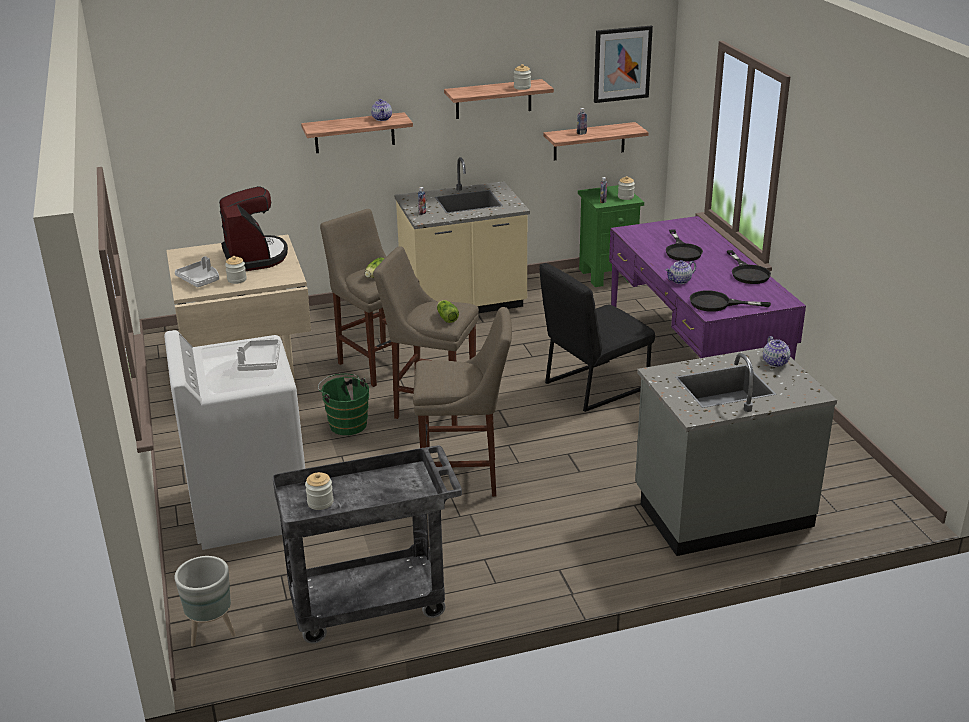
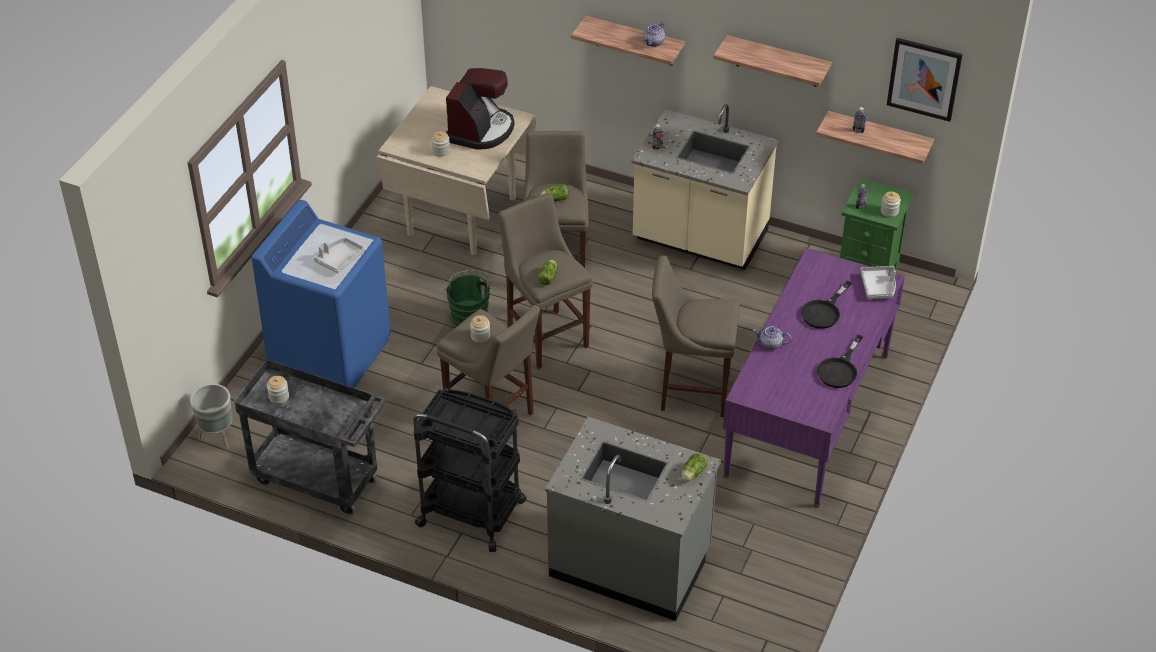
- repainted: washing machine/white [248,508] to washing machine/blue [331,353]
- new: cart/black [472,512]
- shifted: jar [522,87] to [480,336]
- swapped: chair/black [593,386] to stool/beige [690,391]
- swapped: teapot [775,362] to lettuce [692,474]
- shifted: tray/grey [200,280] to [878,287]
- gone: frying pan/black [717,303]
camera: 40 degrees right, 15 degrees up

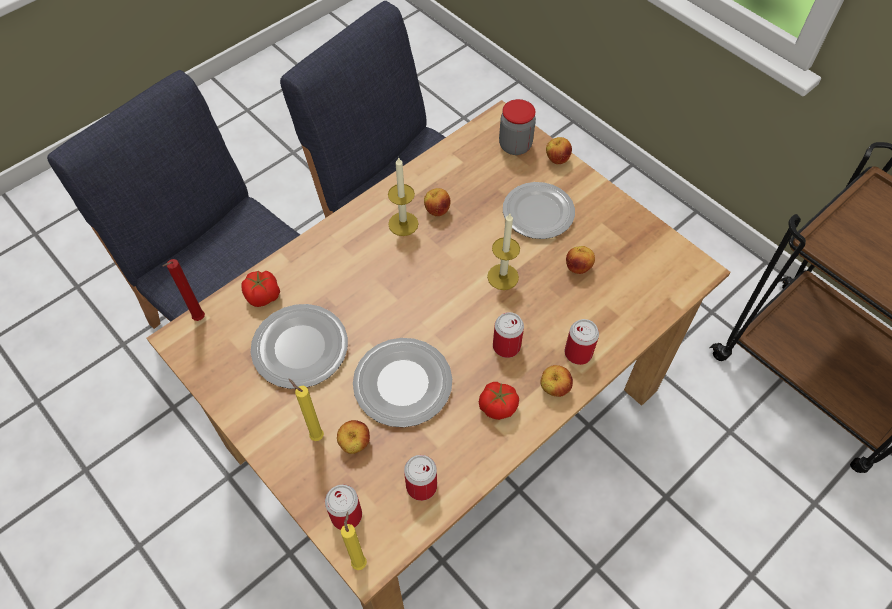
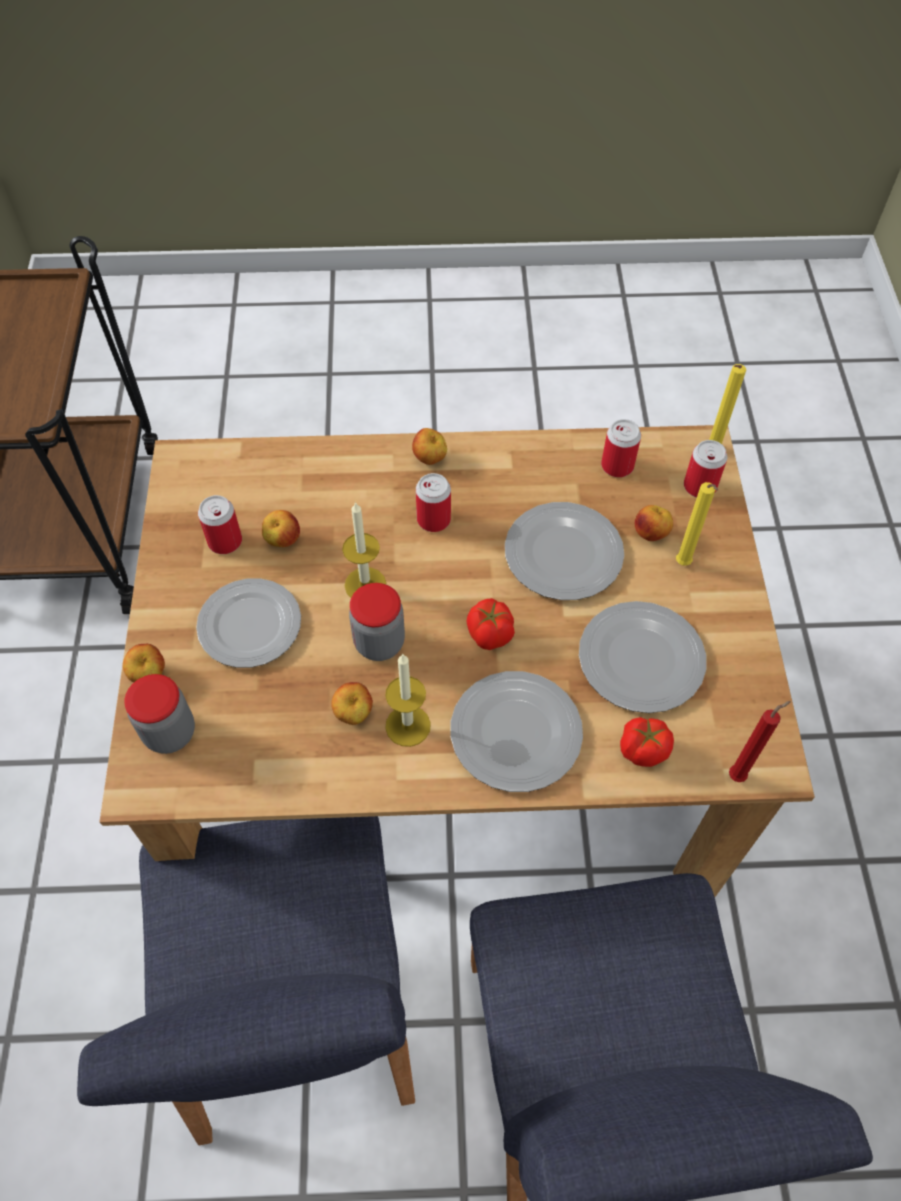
- shifted: can [578,353] to [225,541]
- new: jar [379,642]
- new: plate [514,733]
- shifted: tomato [497,407] to [489,635]
camera: 140 degrees left, 0 degrees up

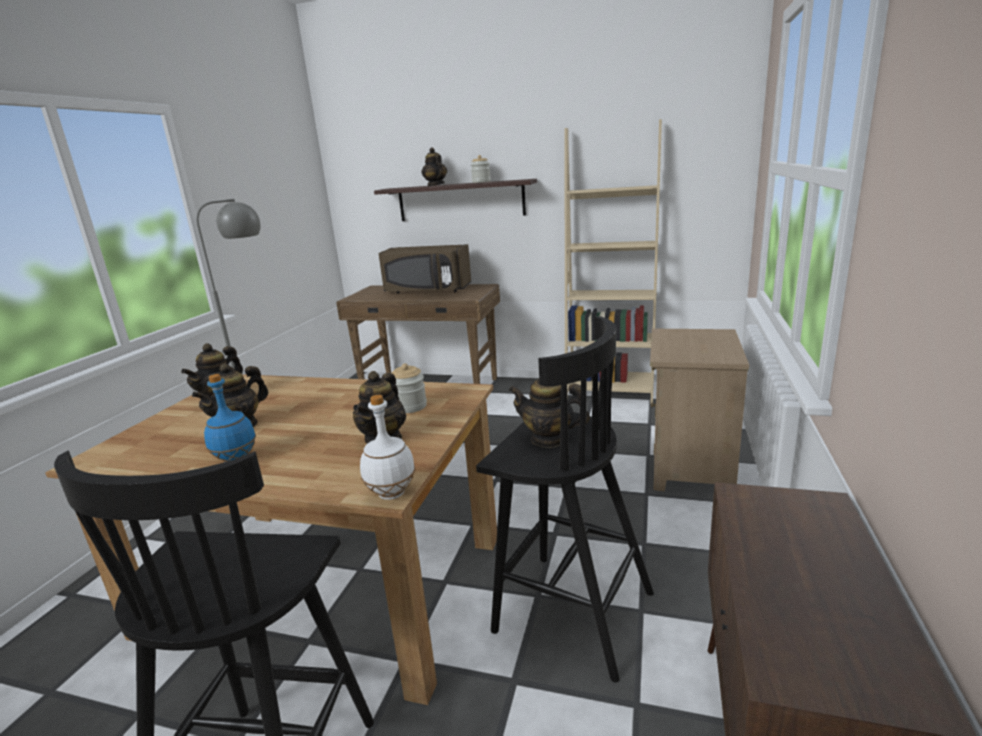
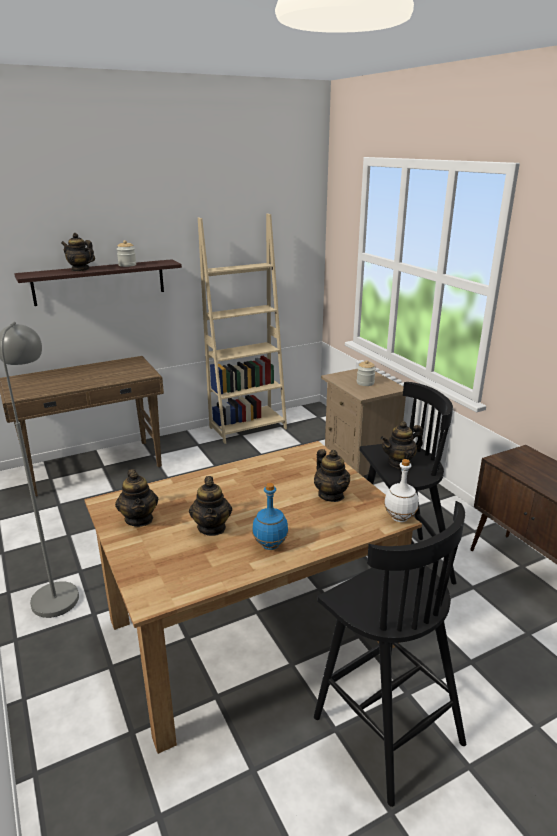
- shifted: jar [410,406] to [365,383]
- gone: microwave/brown [427,290]
camera: 45 degrees left, 5 degrees up

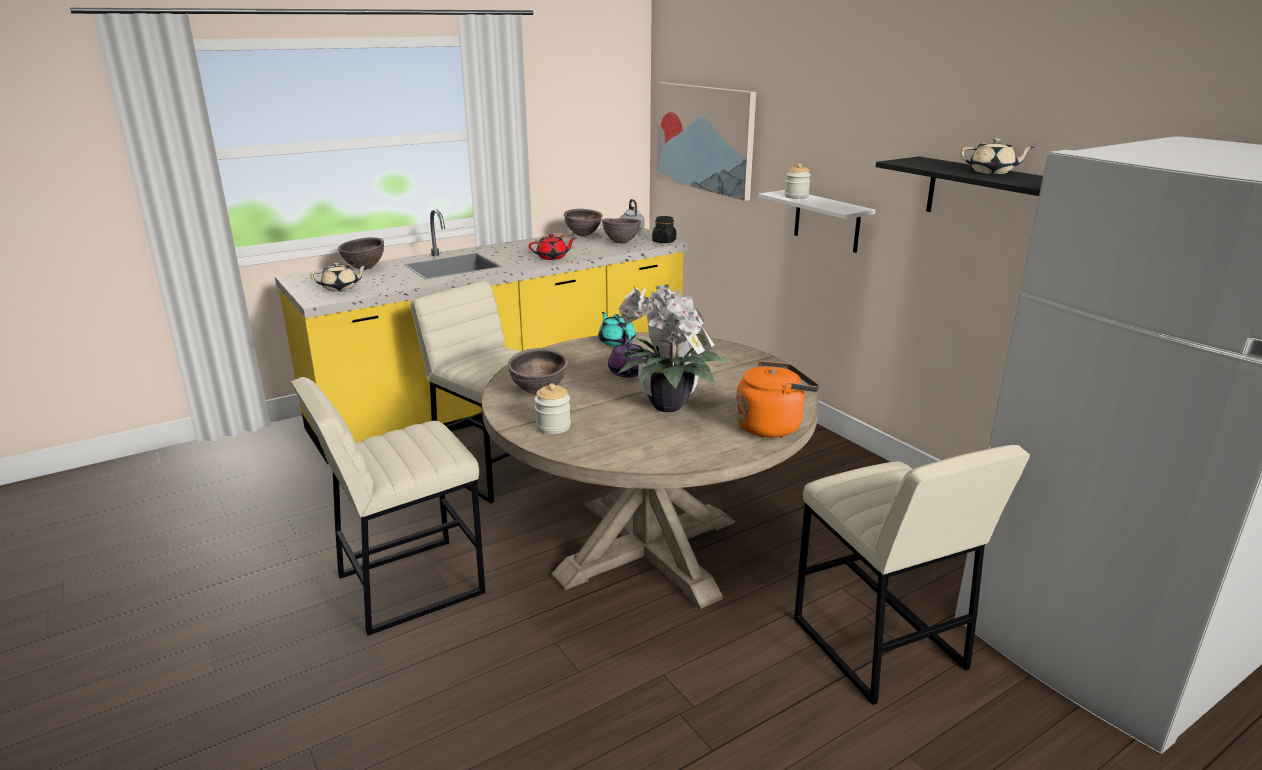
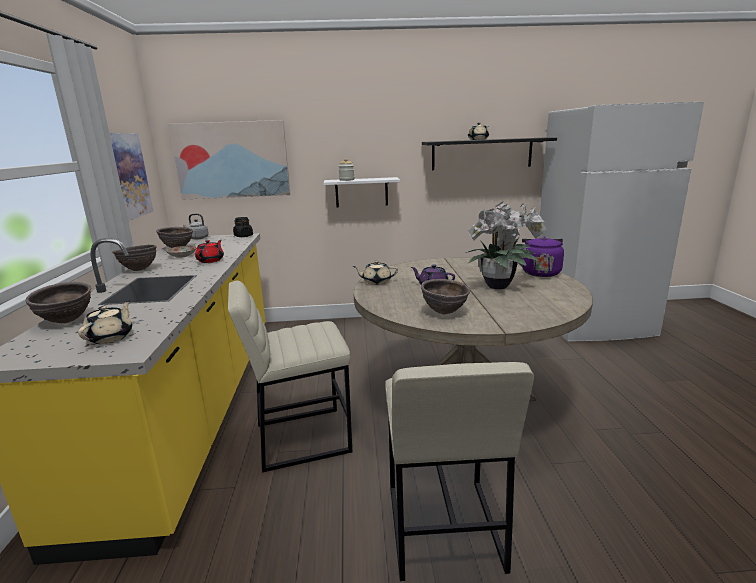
- new: picture [128,176]
- shifted: bowl/brown [621,243] to [139,270]
- repainted: teapot/turquoise [616,342] to teapot/beige [376,282]
- repainted: kettle/orange [771,426] to kettle/purple [539,272]
- gone: jar [553,427]
- gone: chair/beige [881,646]
camera: 60 degrees left, 5 degrees down

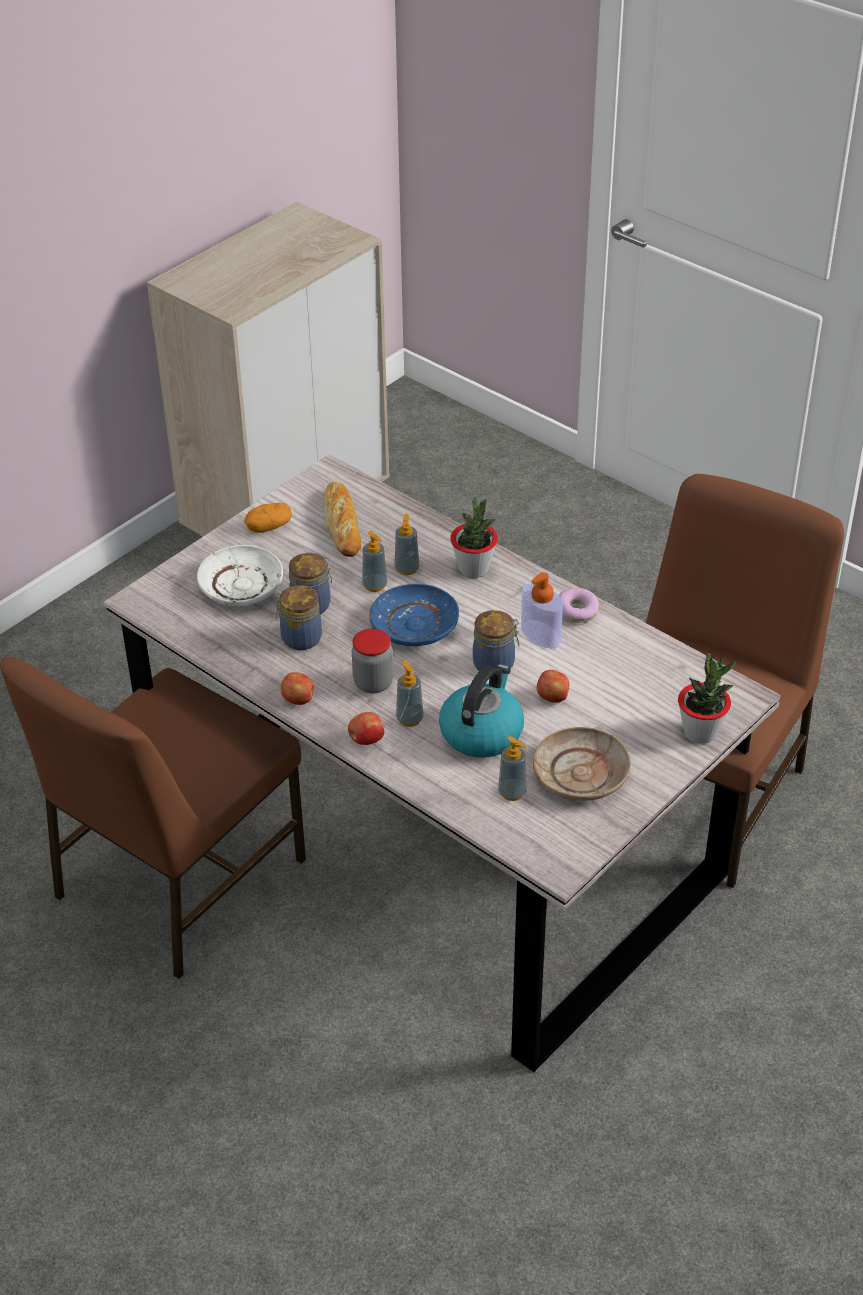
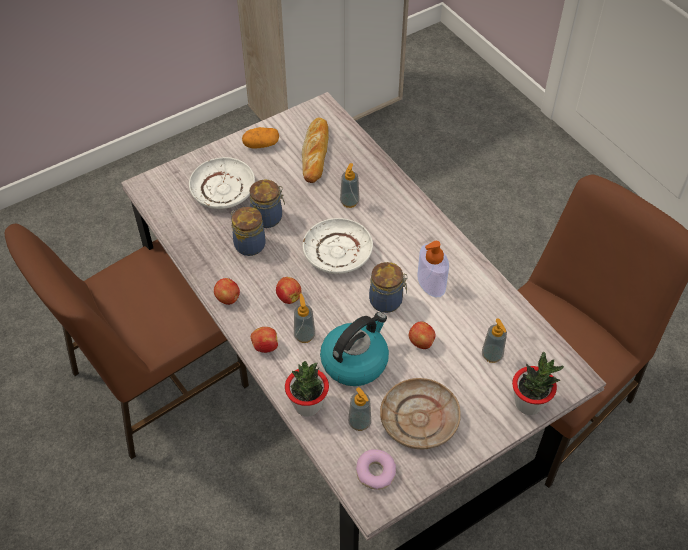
- swapped: jar [373,683] to apple [288,297]
- shifted: potted plant [474,569] to [308,405]
- repainted: plate/blue [415,625] to plate/white [338,253]
- shifted: donut [576,611] to [375,473]
- shifted: soap dispenser [375,585] to [492,355]
camera: 15 degrees right, 10 degrees up

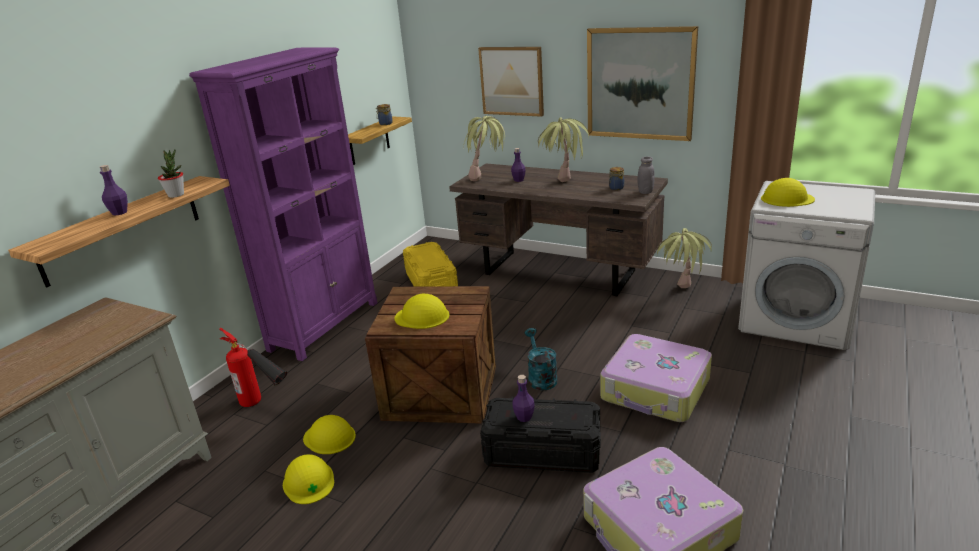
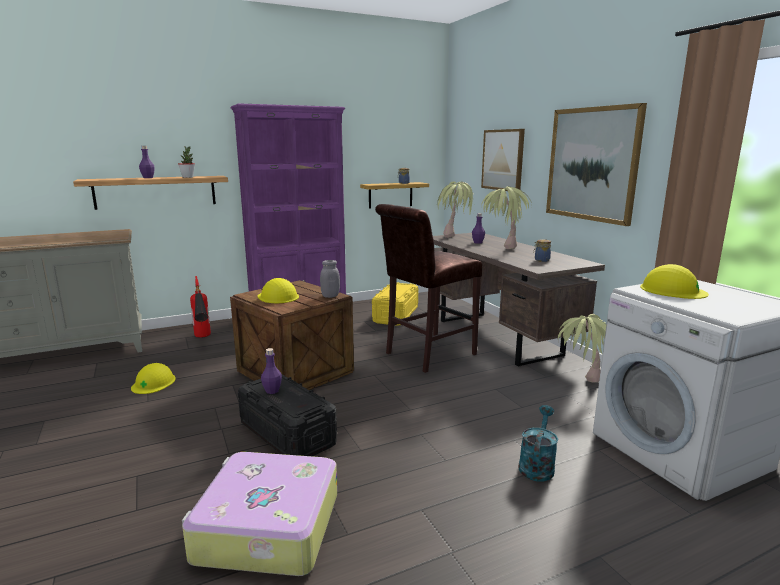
- shifted: jar/grey [645,192] to [330,296]
- new: stool/brown [426,354]
- shifted: watering can/turquoise [540,377] to [537,465]
- gone: hard hat/yellow [329,437]
- gone: suitcase [655,390]
camera: 35 degrees right, 10 degrees down

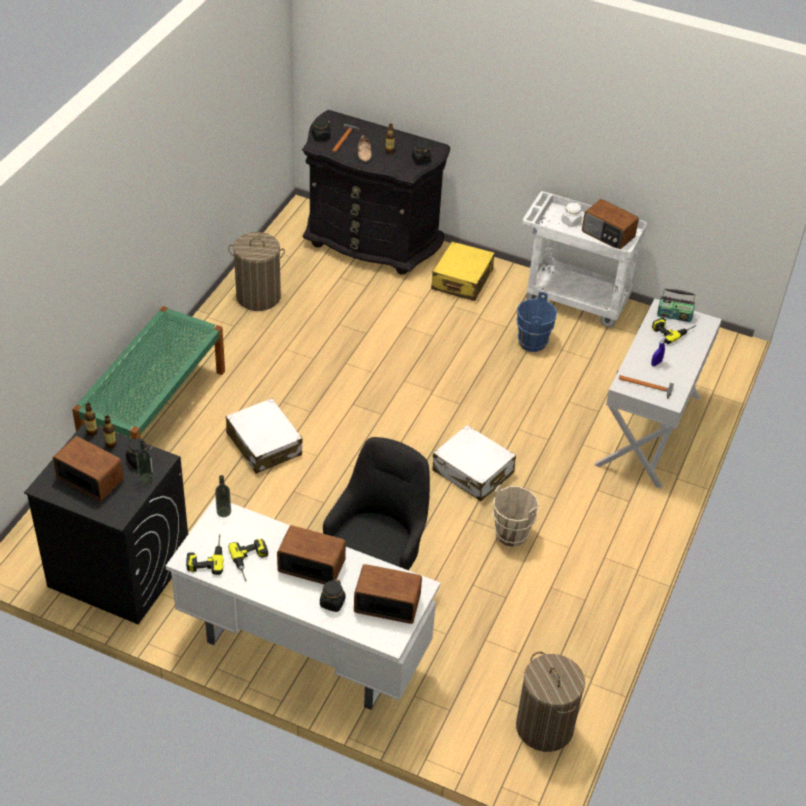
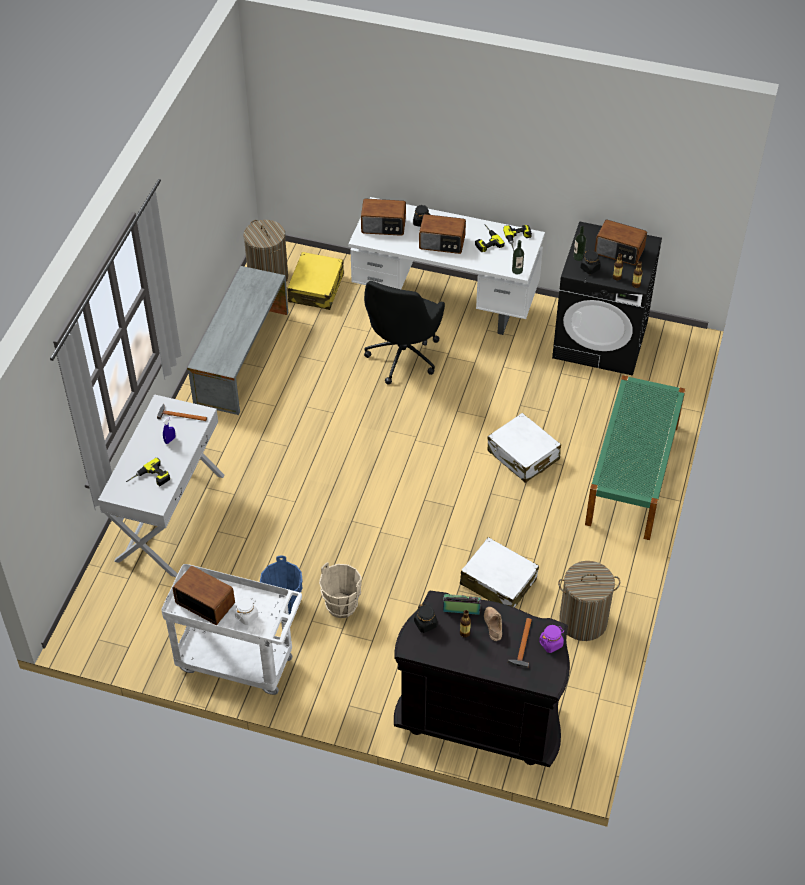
- new: bench/grey [241,356]
- shifted: suitcase/yellow [462,280] to [316,288]
- shifted: bucket/beige [511,534] to [341,606]
- shifted: radio [674,315] to [461,609]
- shifted: suitcase/white [473,472] to [498,582]
- repainted: jar/black [320,137] to jar/purple [551,643]
camera: 175 degrees right, 5 degrees up

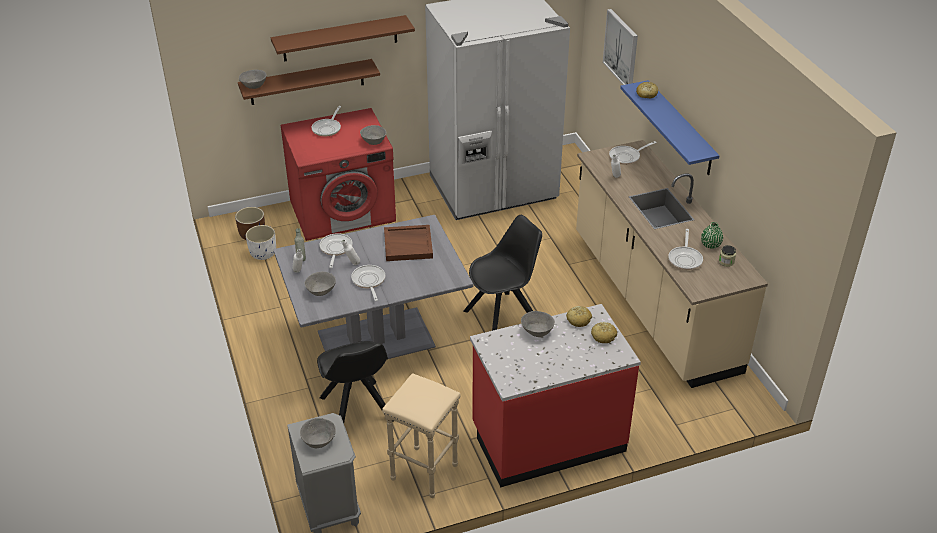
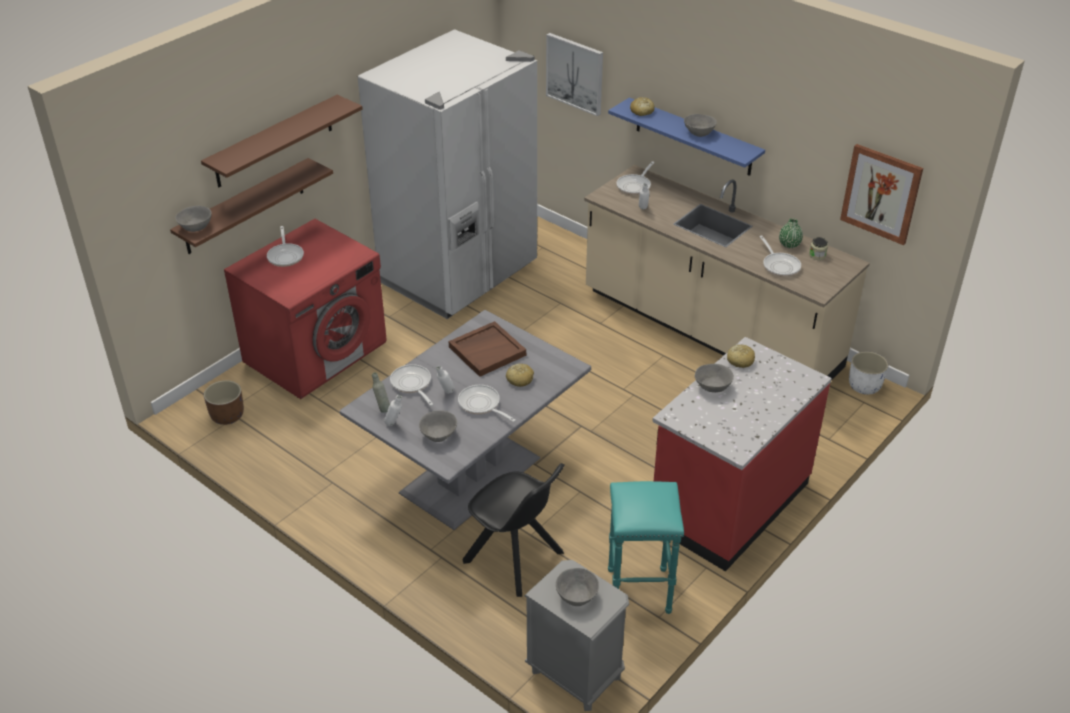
- shifted: bread [603,336] to [520,379]
- repainted: stool/beige [422,472] to stool/turquoise [638,591]
- shifted: bowl/grey [374,141] to [699,133]
- new: picture [881,193]
- shifted: planter/white [263,253] to [864,386]
- gone: chair/black [502,315]
camera: 30 degrees left, 0 degrees up

